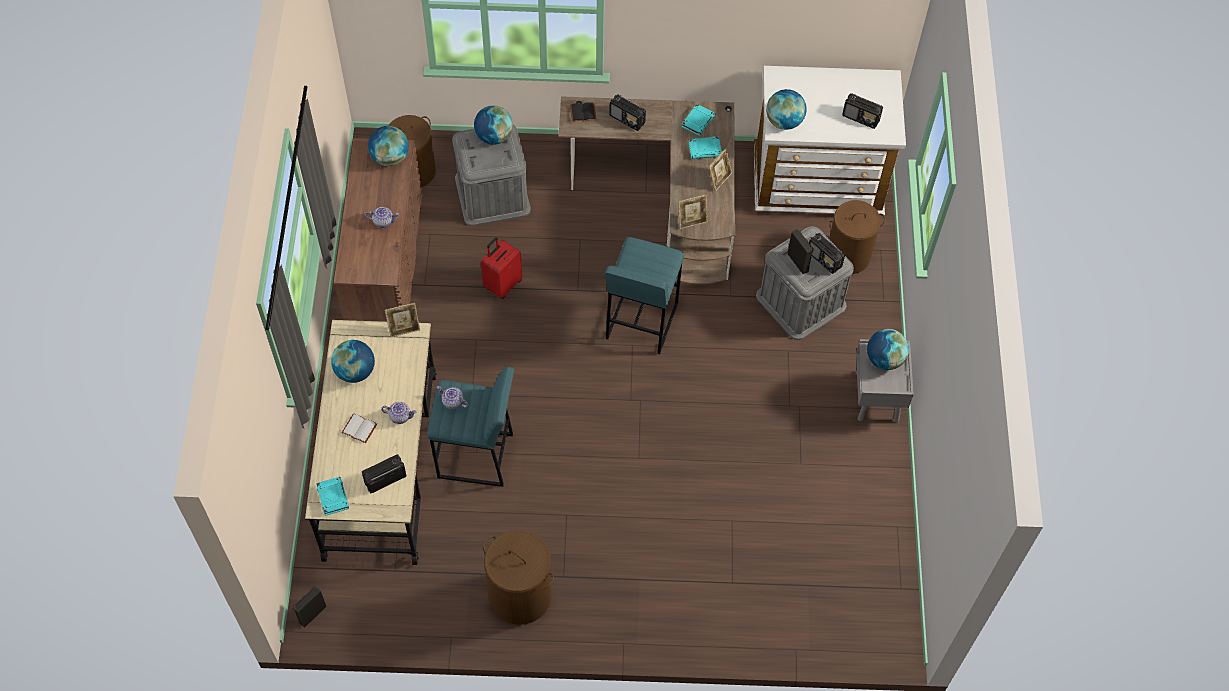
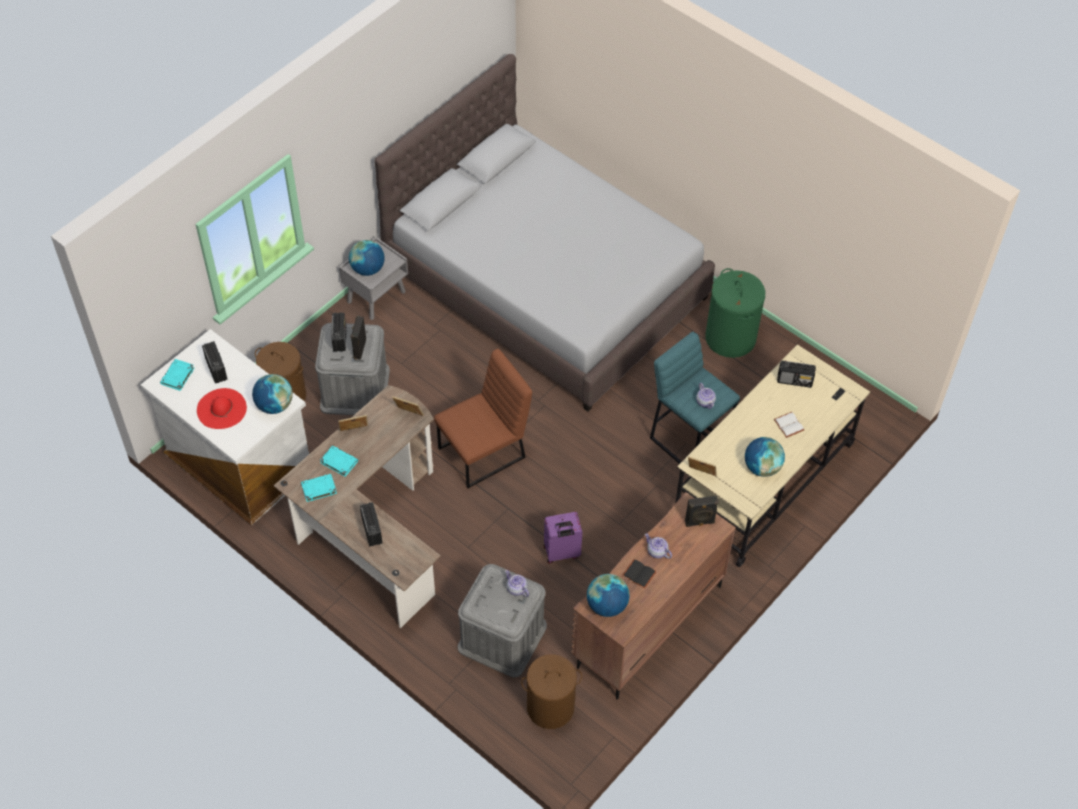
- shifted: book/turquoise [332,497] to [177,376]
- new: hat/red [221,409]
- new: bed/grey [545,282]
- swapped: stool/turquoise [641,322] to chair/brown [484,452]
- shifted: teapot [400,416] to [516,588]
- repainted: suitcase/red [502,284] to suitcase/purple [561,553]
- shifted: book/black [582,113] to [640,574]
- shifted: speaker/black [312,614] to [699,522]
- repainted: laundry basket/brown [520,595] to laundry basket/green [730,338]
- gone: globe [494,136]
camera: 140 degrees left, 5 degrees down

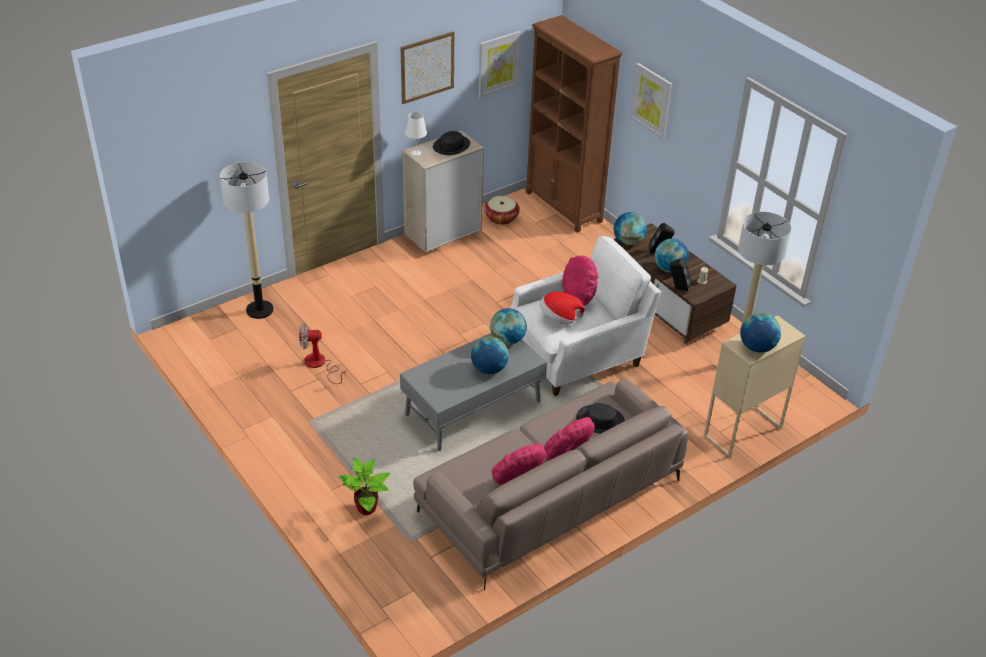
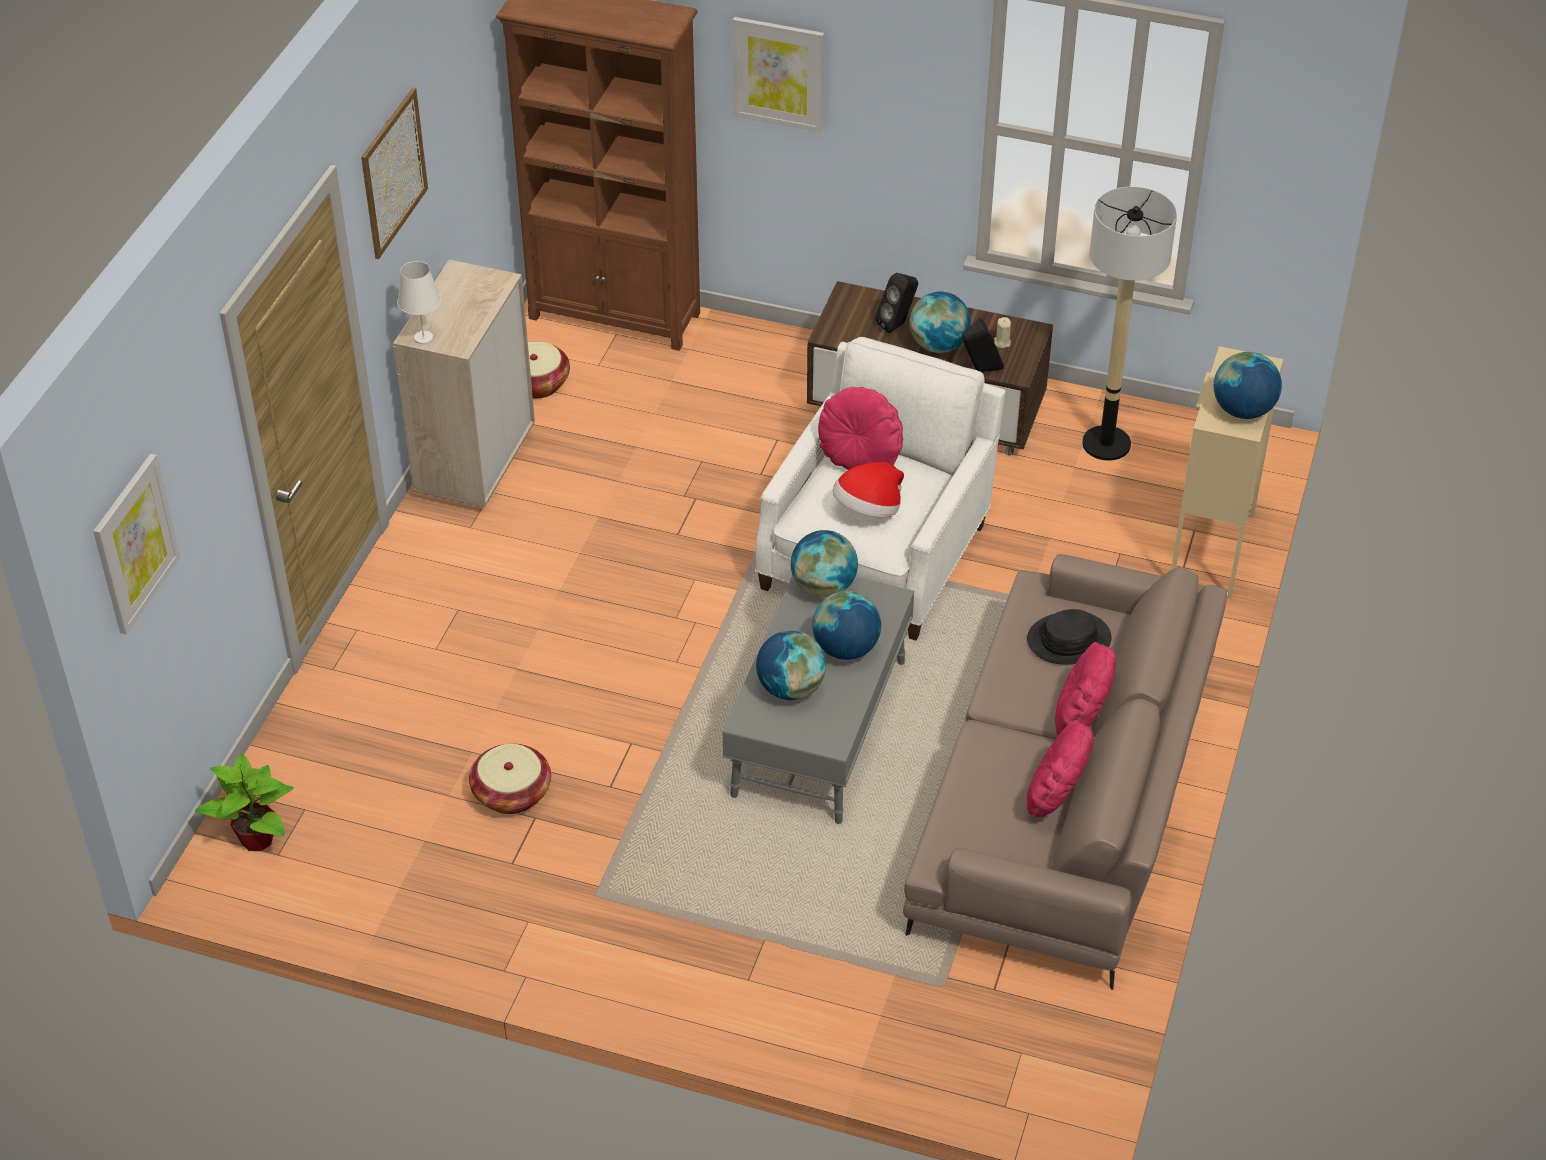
- shifted: picture [498,63] to [135,543]
- shifted: potted plant [367,508] to [258,839]
- swapped: fan [319,365] to basket [512,793]
- shifted: globe [628,242] to [791,688]
- gone: floor lamp [260,310]
- gone: hat/black [451,146]
camera: 35 degrees left, 5 degrees up

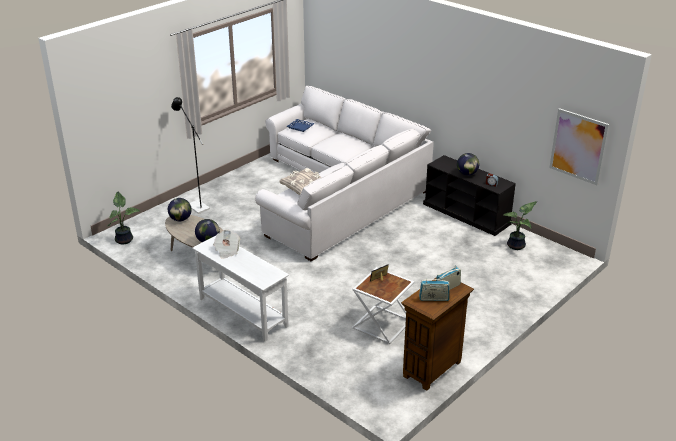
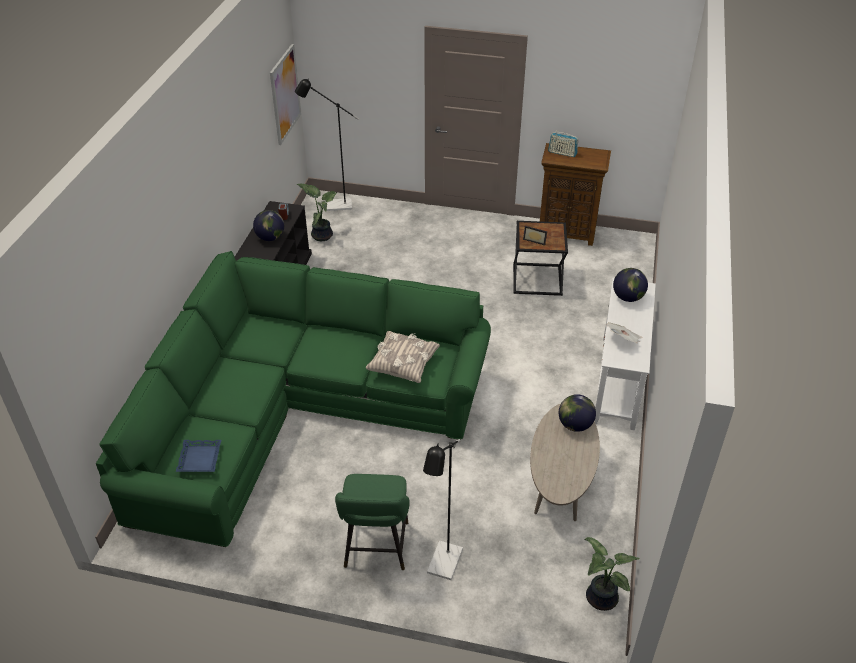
- repainted: sofa/white [338,194] to sofa/green [295,415]
- new: floor lamp/black [333,205]
- new: stool/green [376,548]
- repainted: side table/white [382,325] to side table/black [538,279]
- shifted: globe [180,219] to [628,297]
- gone: radio [434,298]
camera: 120 degrees left, 10 degrees up

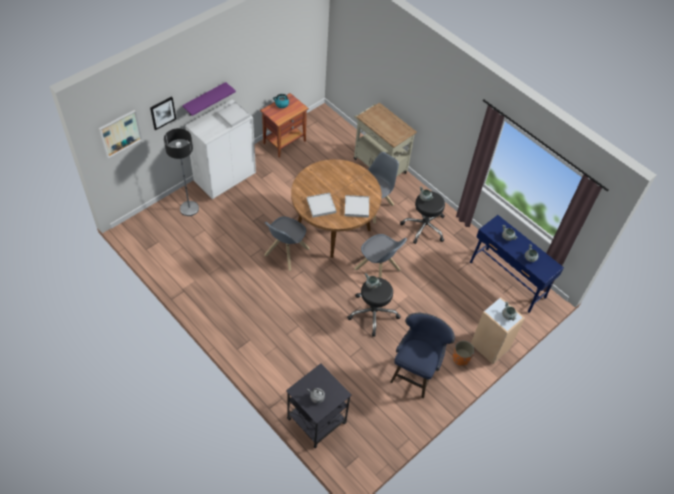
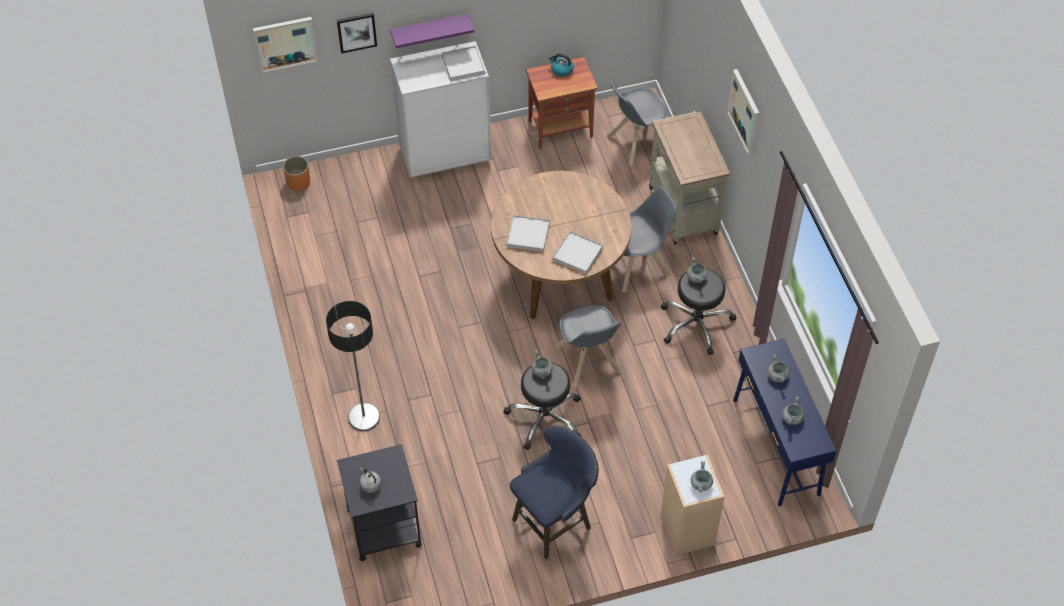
- shifted: planter/orange [460,358] to [298,182]
- shifted: floor lamp [189,208] to [364,417]
- shifted: chair/grey [286,253] to [636,142]
- new: picture [744,111]
camera: 30 degrees right, 0 degrees up

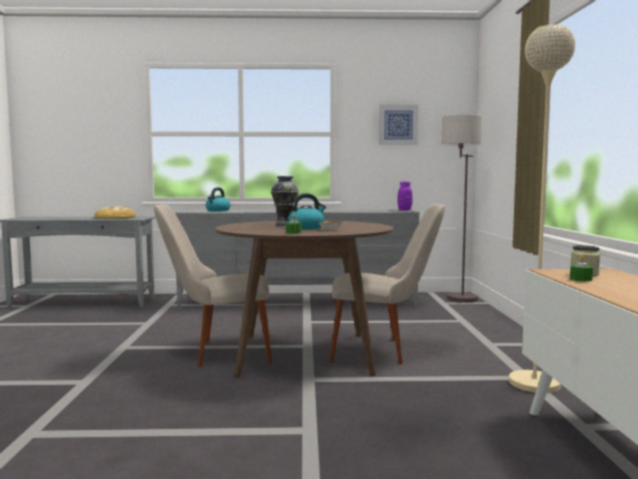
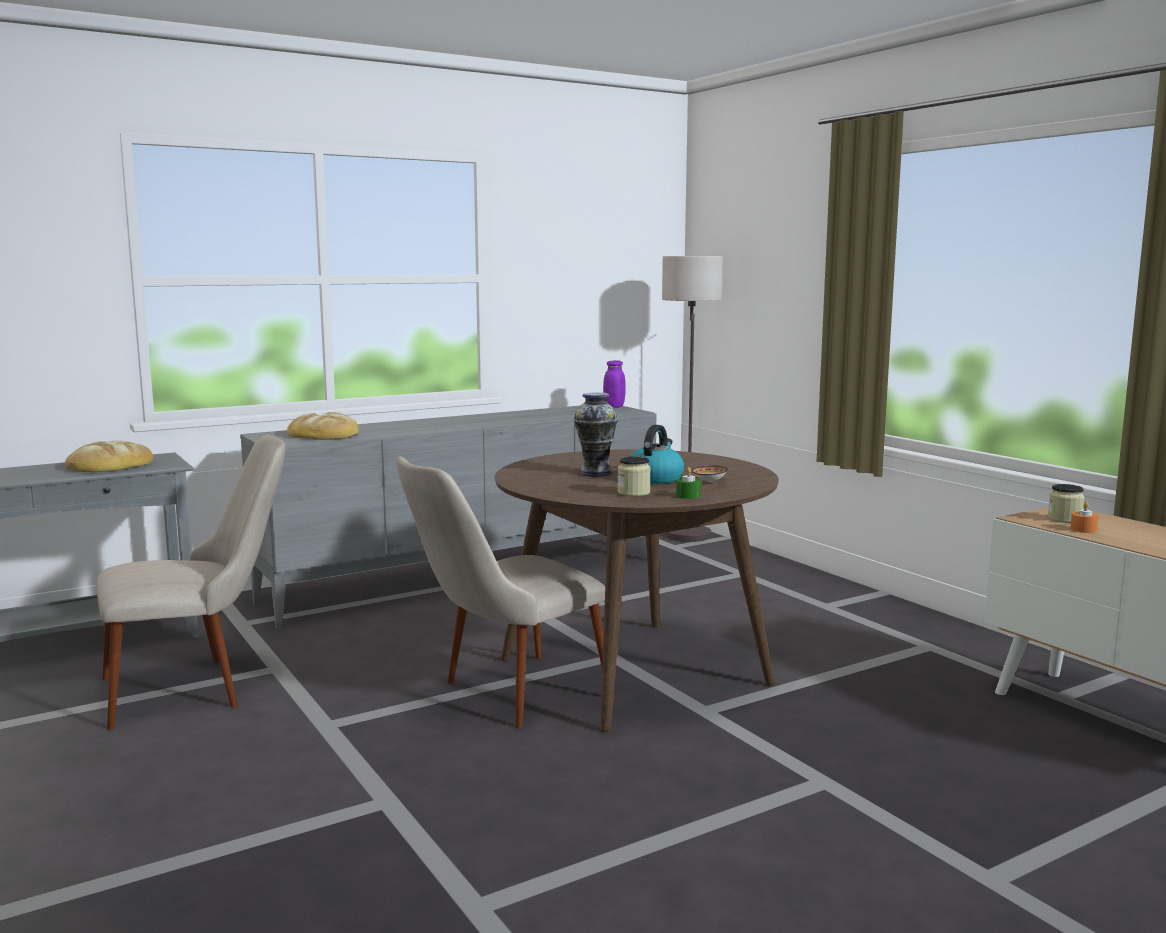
- shifted: chair/beige [382,350] to [199,686]
- swapped: kettle [217,210] to bread [324,434]
- new: jar [633,493]
- repainted: candle/green [580,279] to candle/orange [1083,529]
- gone: picture [398,124]
- gone: floor lamp/beige [535,384]
camera: 30 degrees left, 5 degrees up

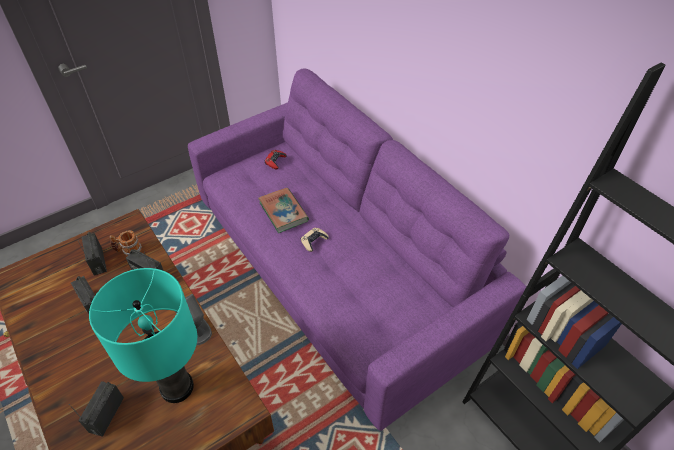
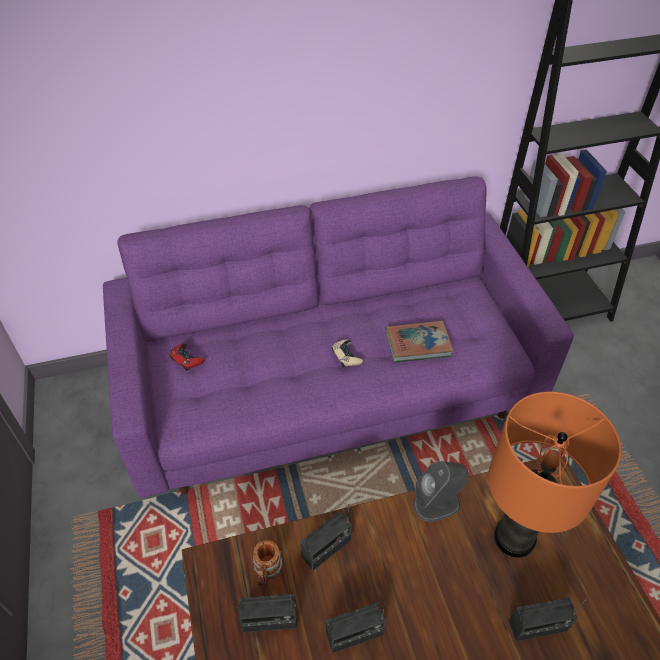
- shifted: book [283,212] to [418,344]
- repainted: table lamp/turquoise [177,388] to table lamp/orange [515,538]
- rotated: radio [106,414] = [538,626] 45 degrees counterclockwise
camera: 70 degrees left, 0 degrees up

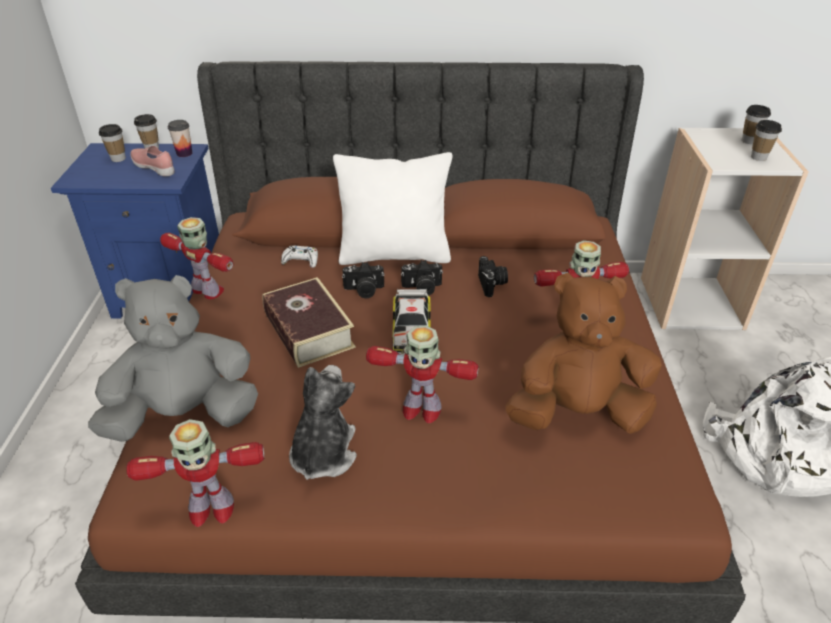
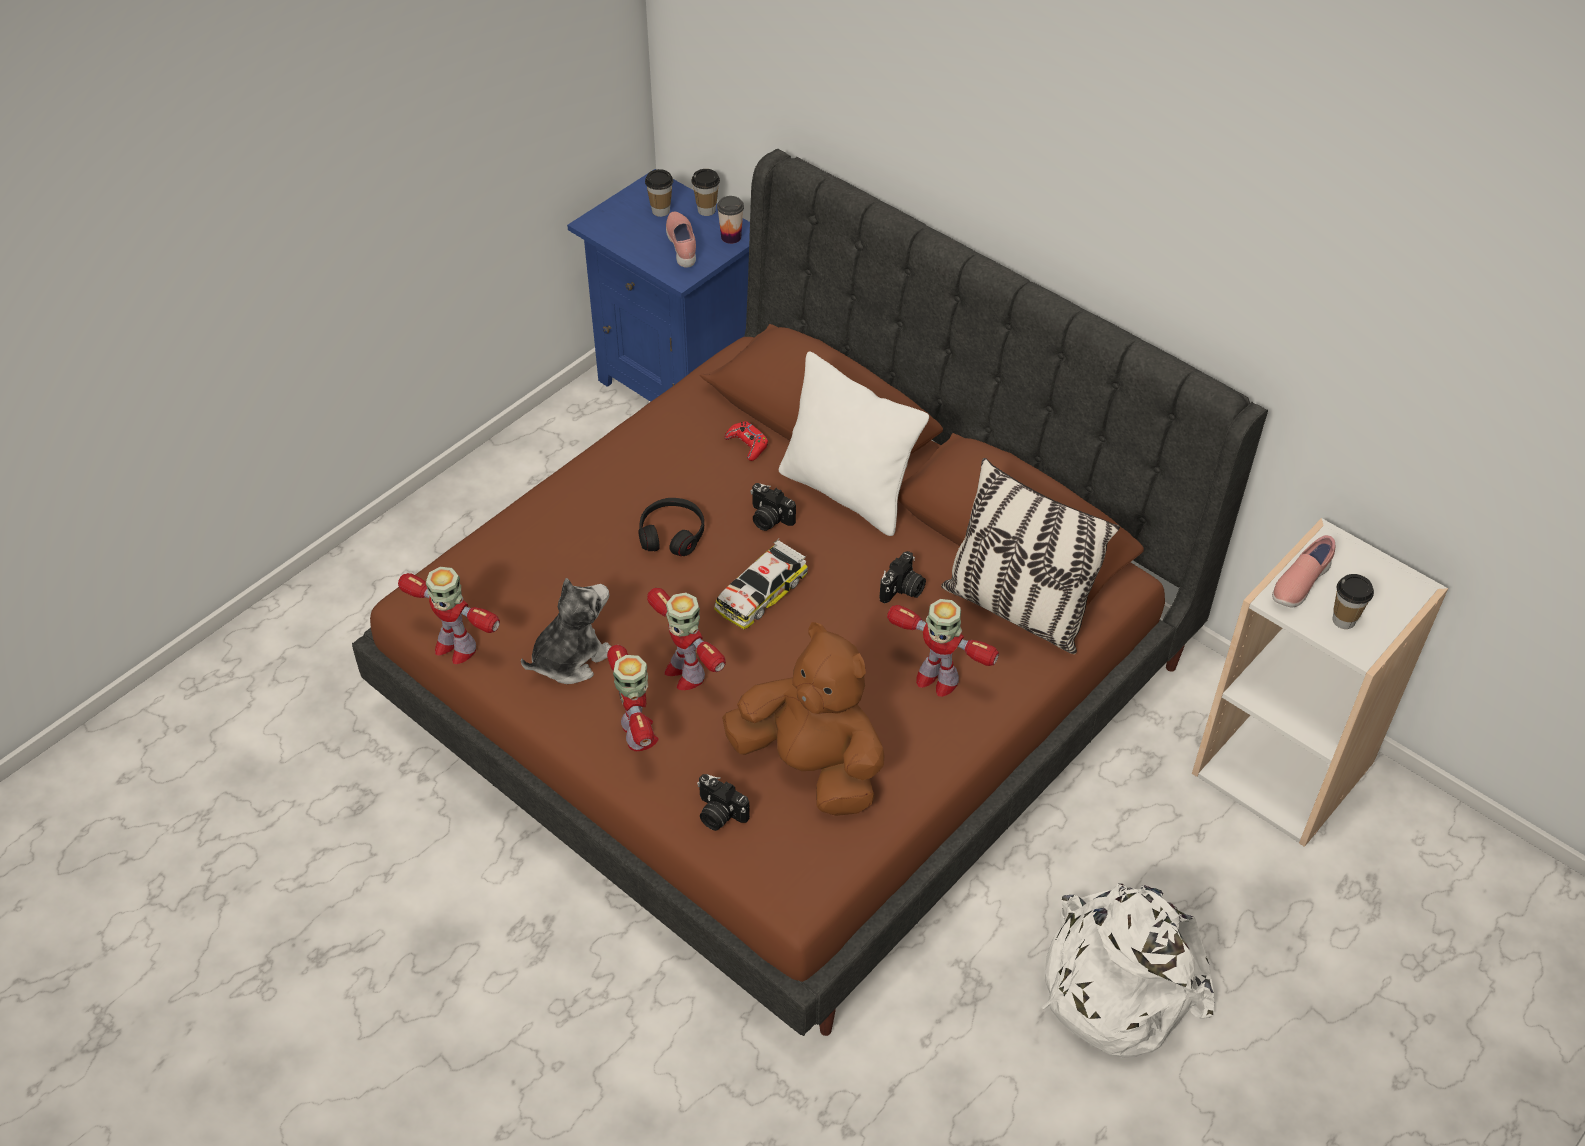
- shifted: toy robot [208,291] to [638,735]
- swapped: book [309,331] to headphones/black [672,534]
- shifted: photo camera [422,288] to [718,814]
- repainted: game controller/white [301,260] to game controller/red [747,444]
- new: pillow [1017,609]
- new: shoe/pink [1299,584]
- gone: plush toy/grey [185,415]
- gone: cup [749,141]
camera: 40 degrees right, 10 degrees up

